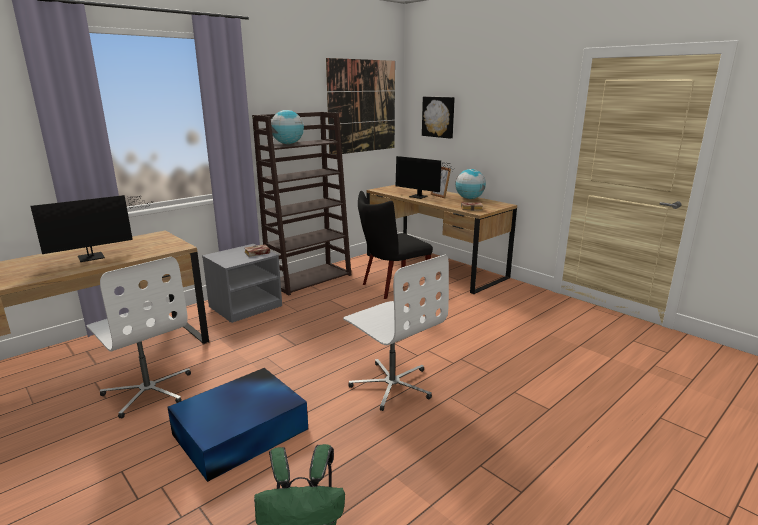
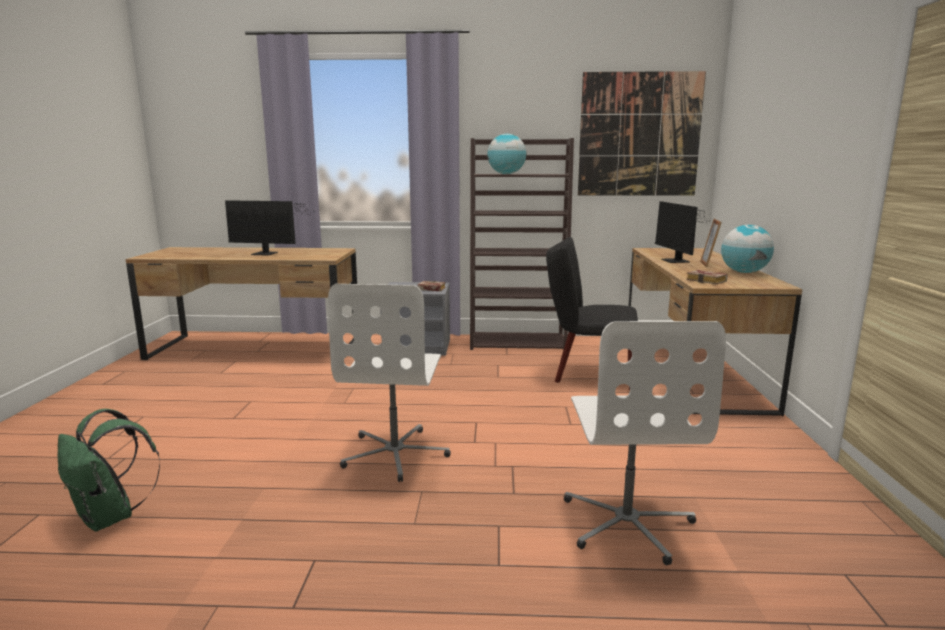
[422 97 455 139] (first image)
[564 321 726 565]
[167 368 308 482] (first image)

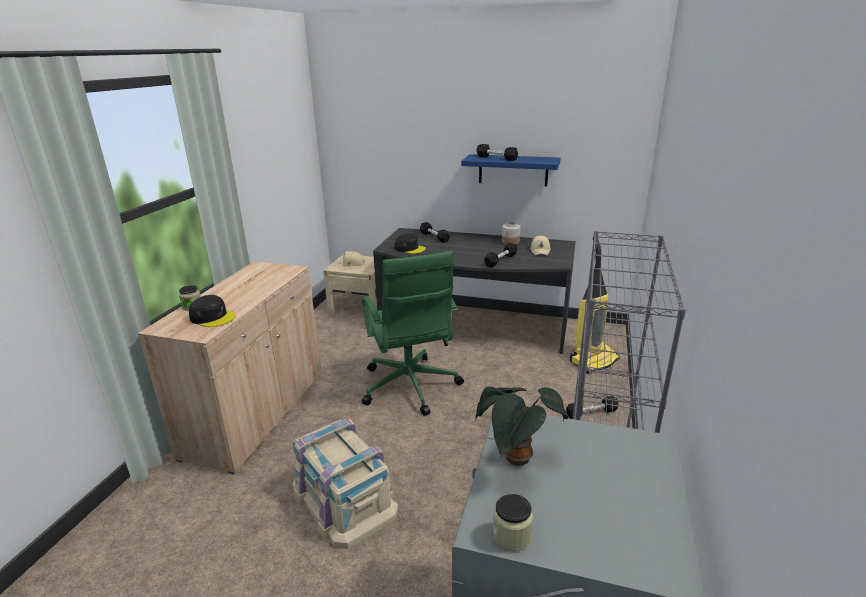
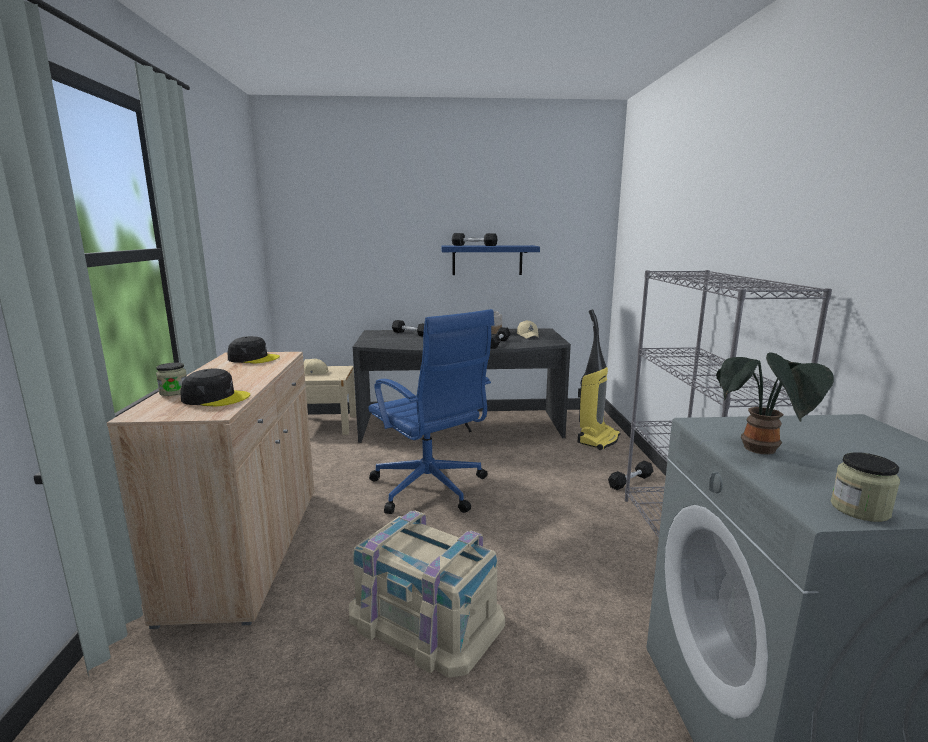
[228 336 280 364]
[369 309 494 514]

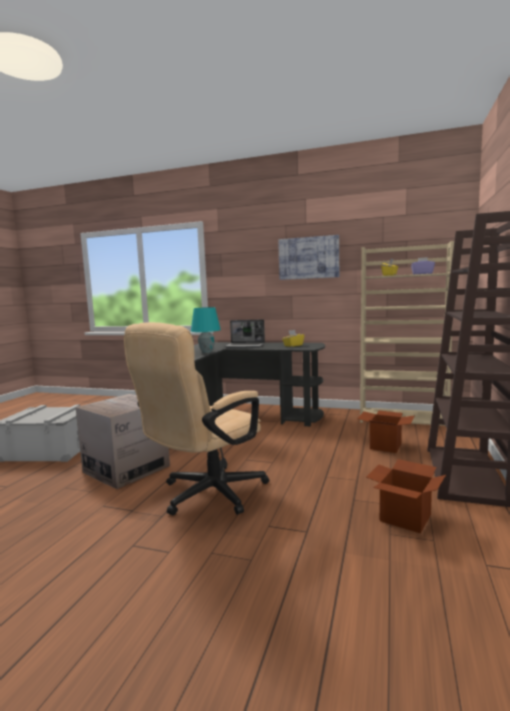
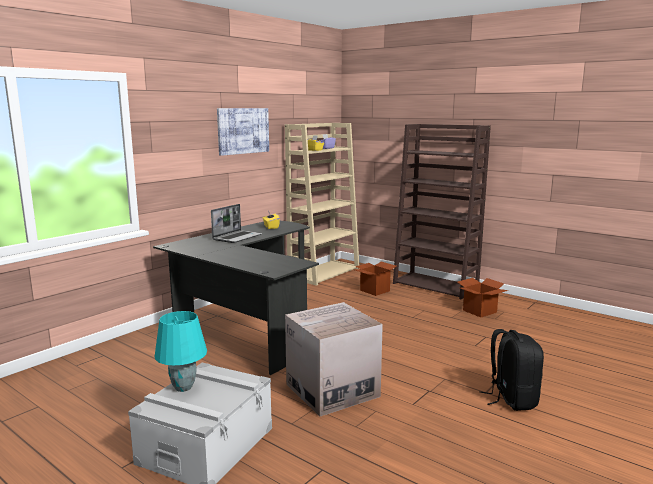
[155 311 207 392]
[124 322 269 515] (first image)
[479 329 544 411]

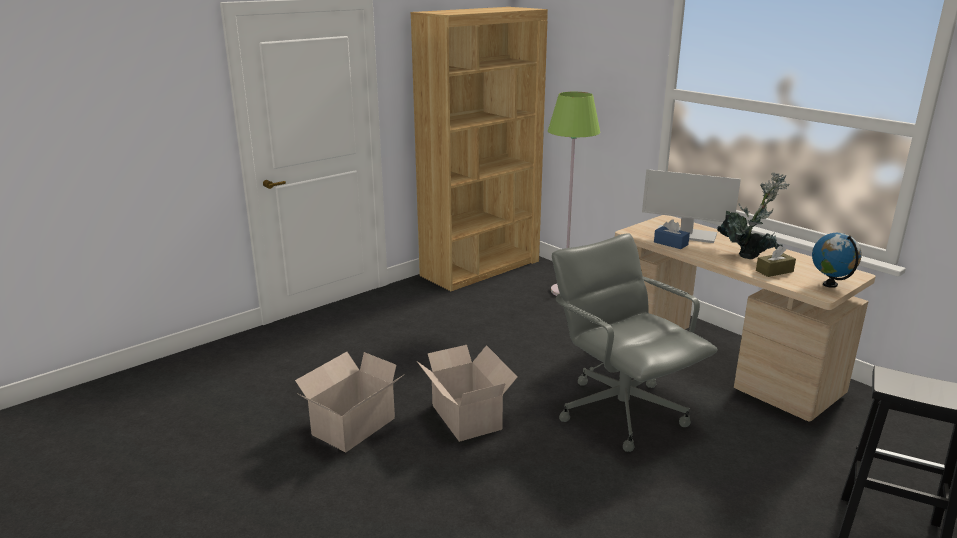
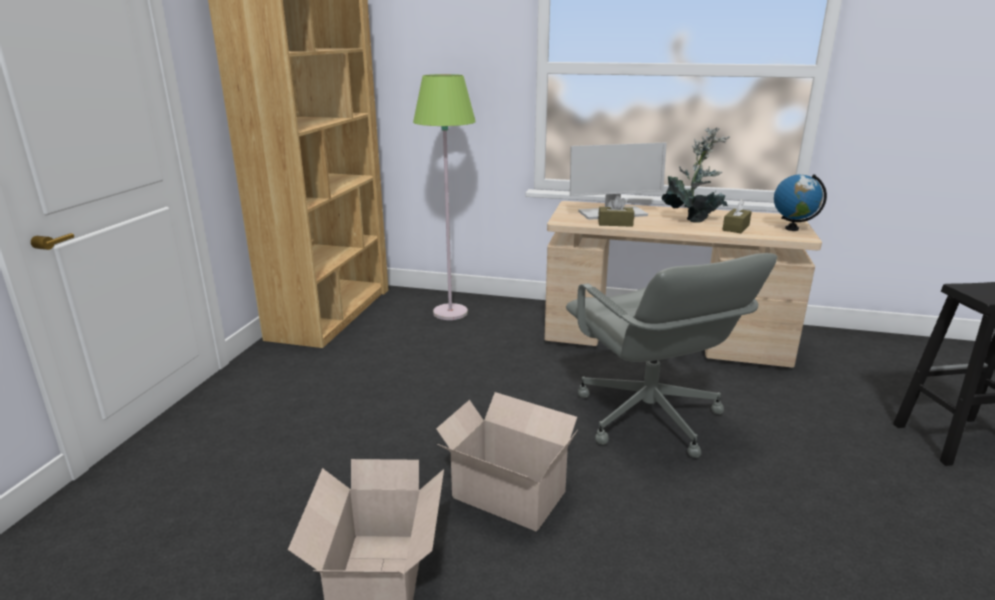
[598 196 634 227]
[566 253 777 458]

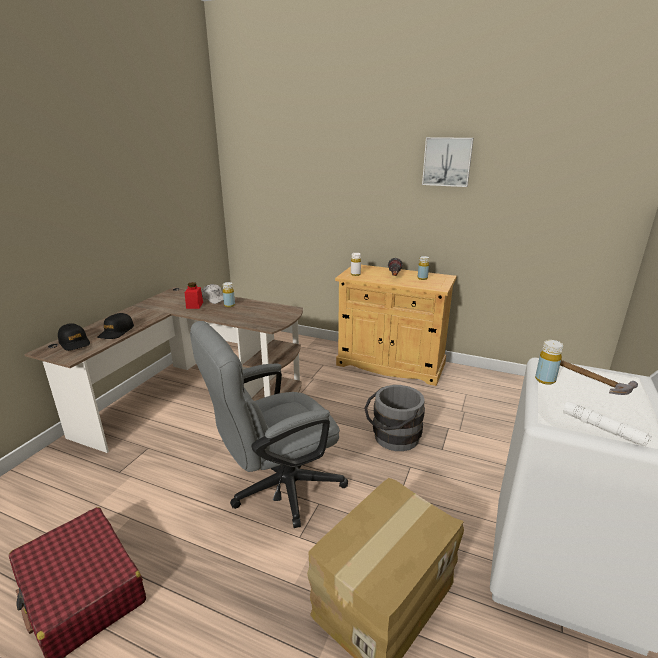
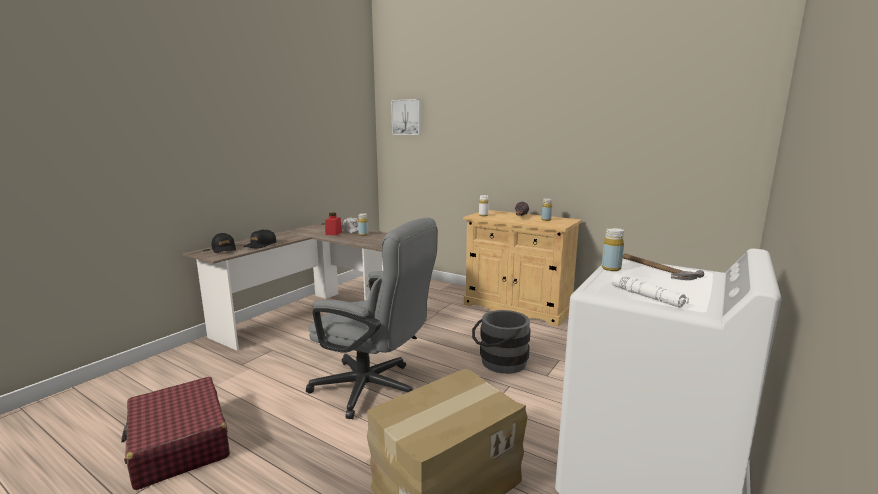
[391 99 421 135]
[306 217 438 419]

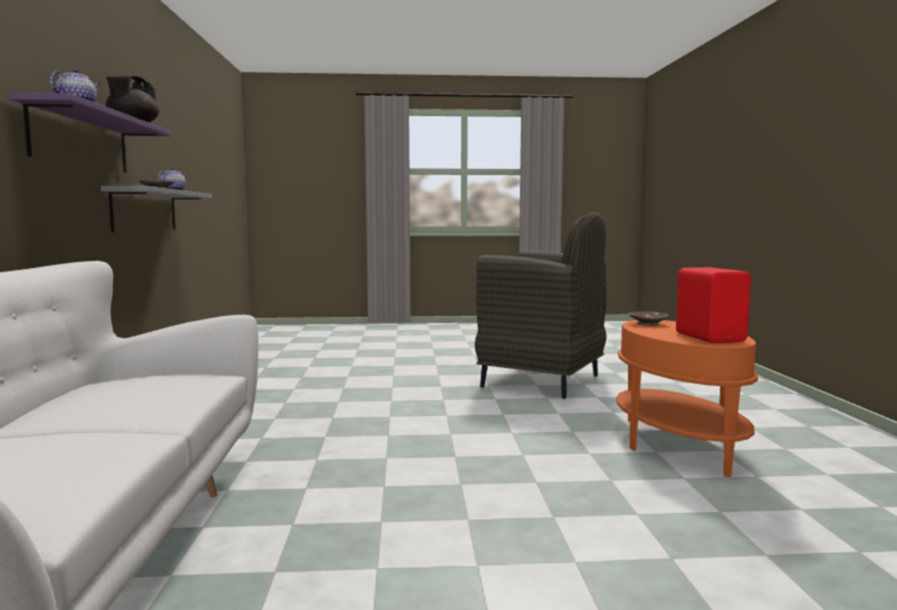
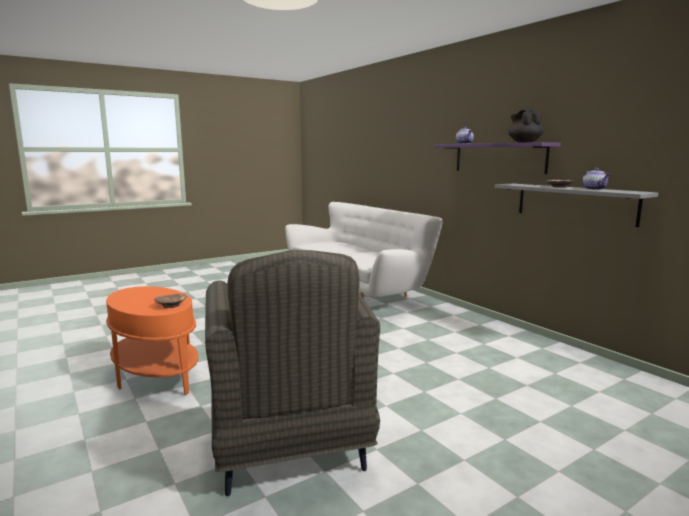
[205 250 380 496]
[676 267 751 343] (first image)

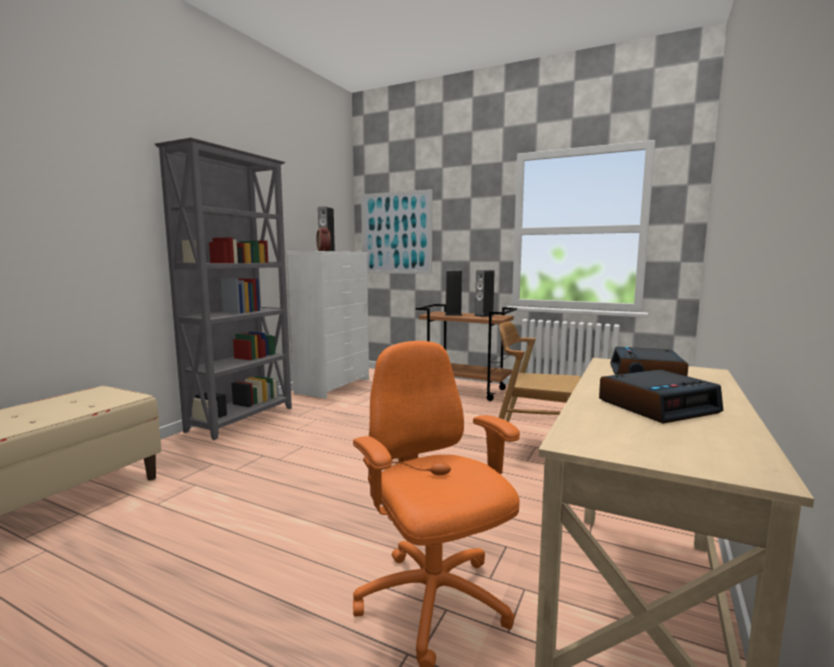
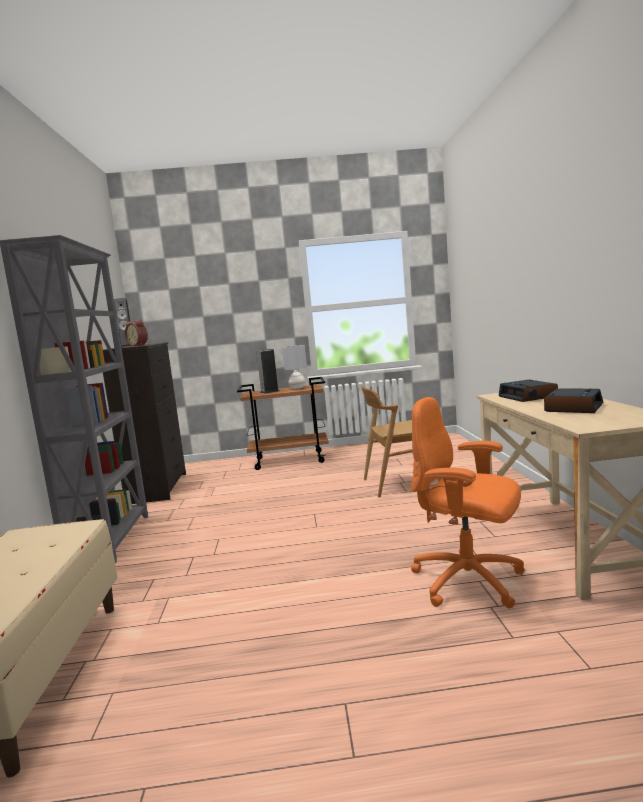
[361 189 432 274] (first image)
[103 342 186 504]
[282 345 307 389]

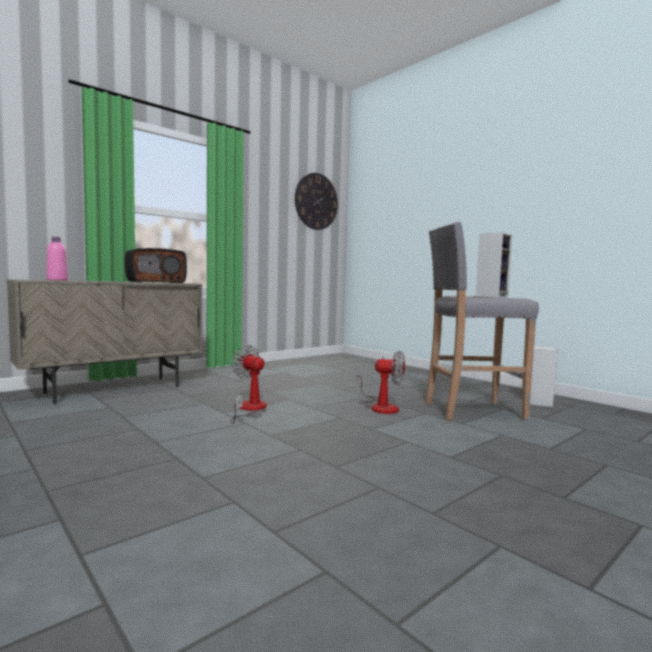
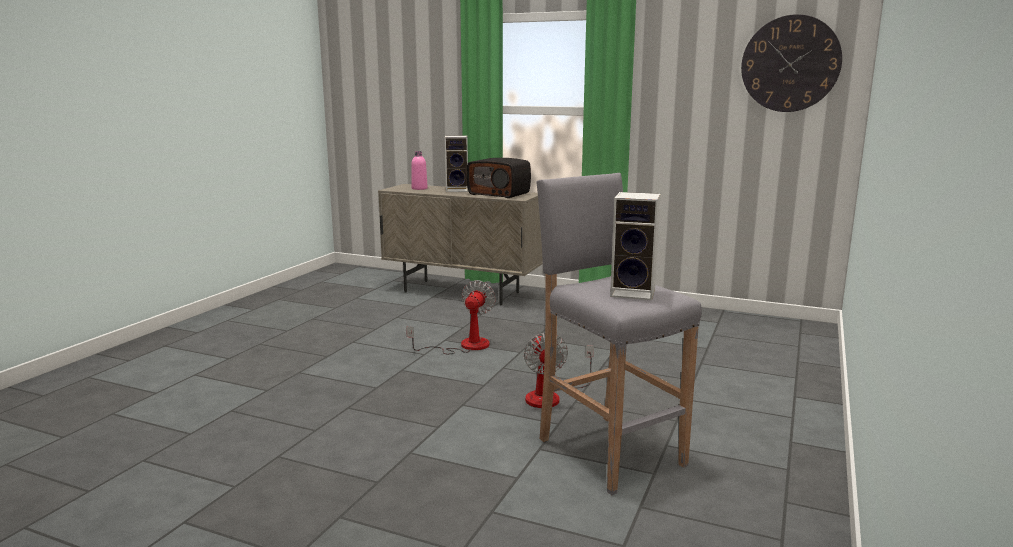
[445 136 468 192]

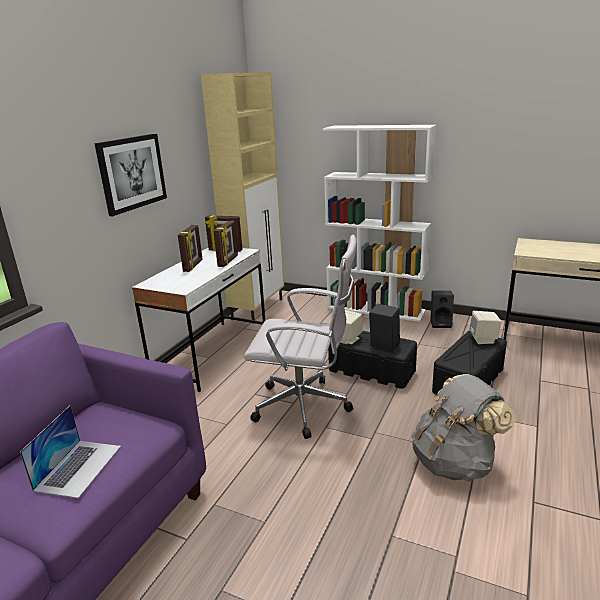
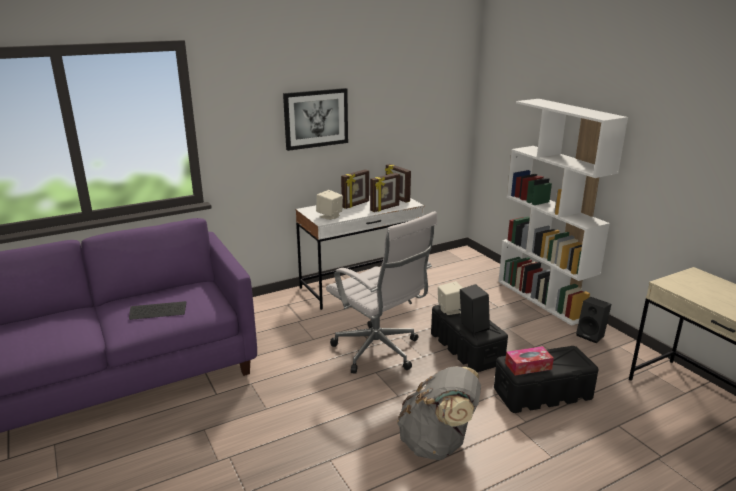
[201 72 284 324] (first image)
[316 190 343 220]
[129 301 186 320]
[505 346 554 375]

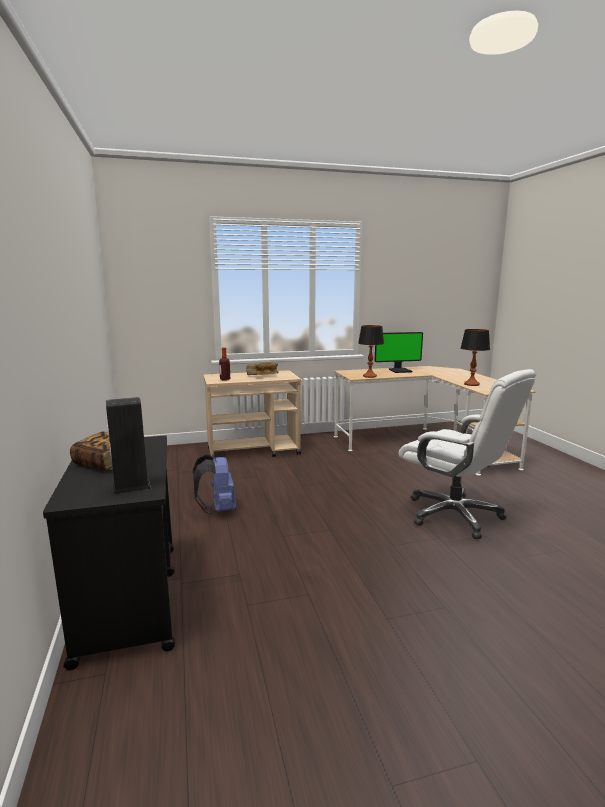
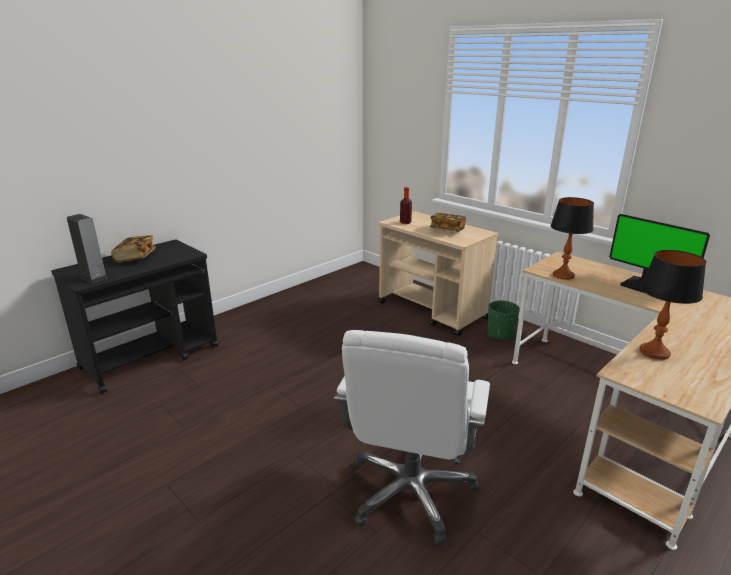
[193 454 236 514] (first image)
[488 300 520 341]

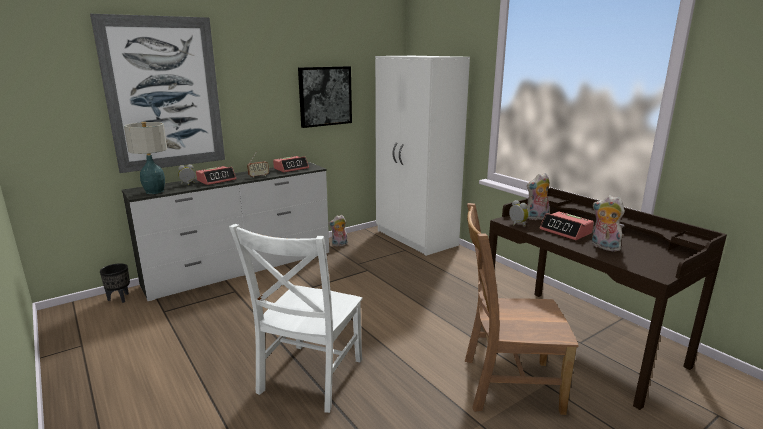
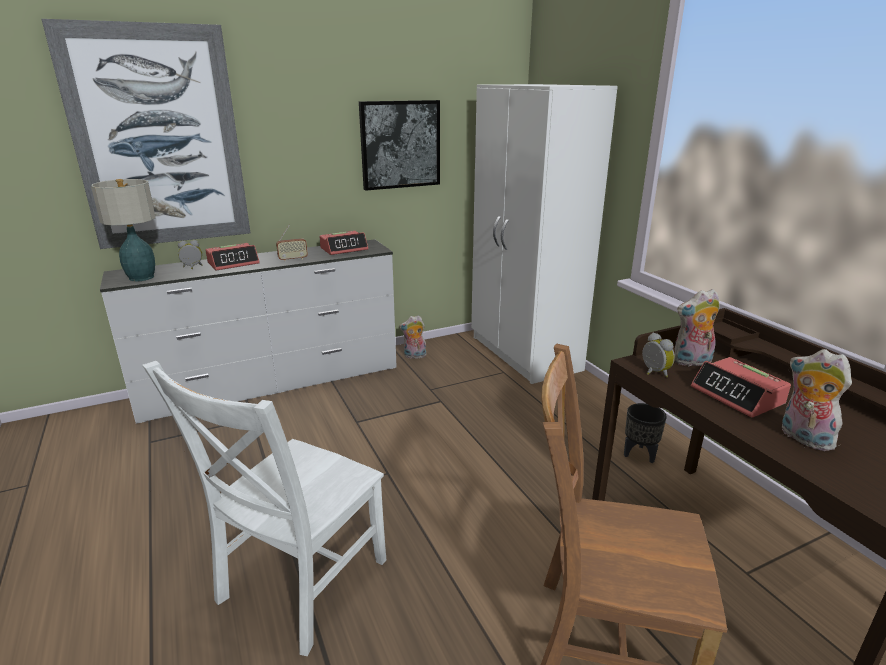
[624 403 667 463]

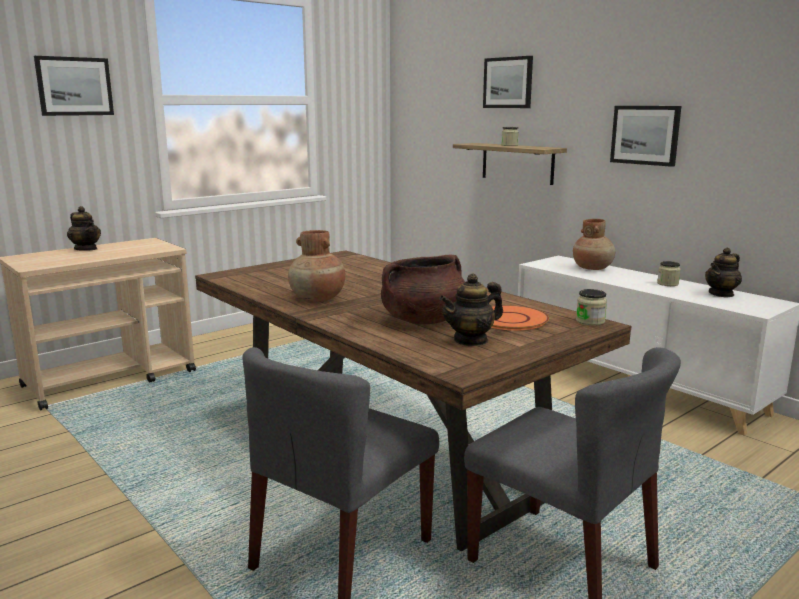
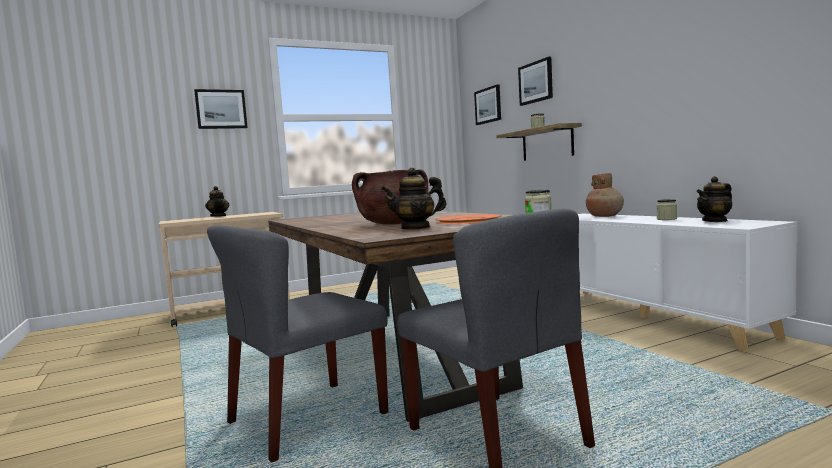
[474 84 501 125]
[288 230 346 302] (first image)

